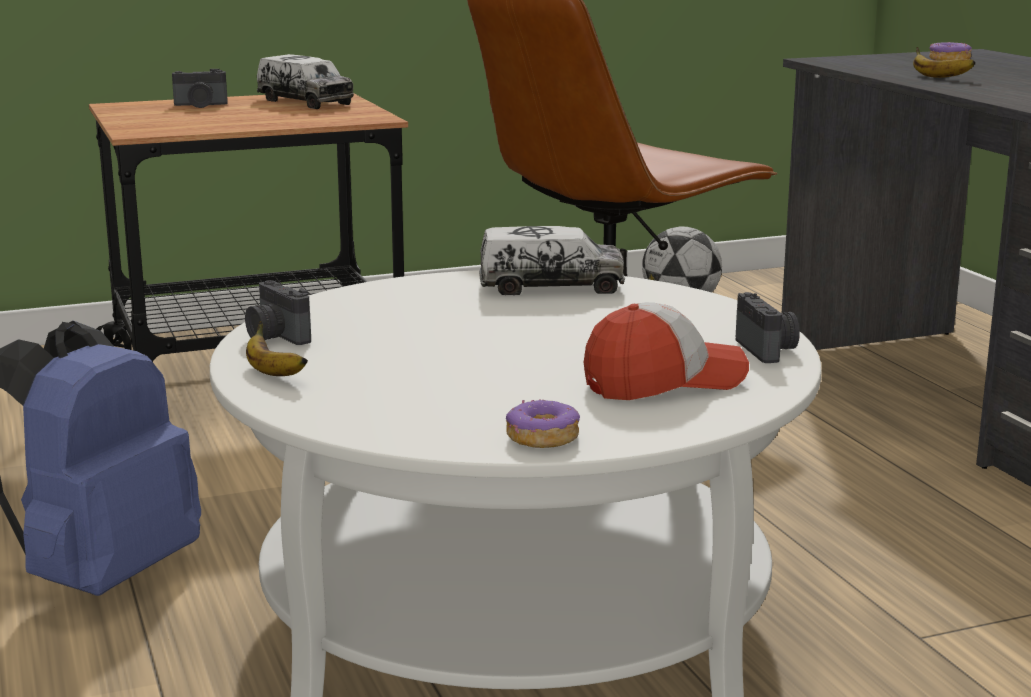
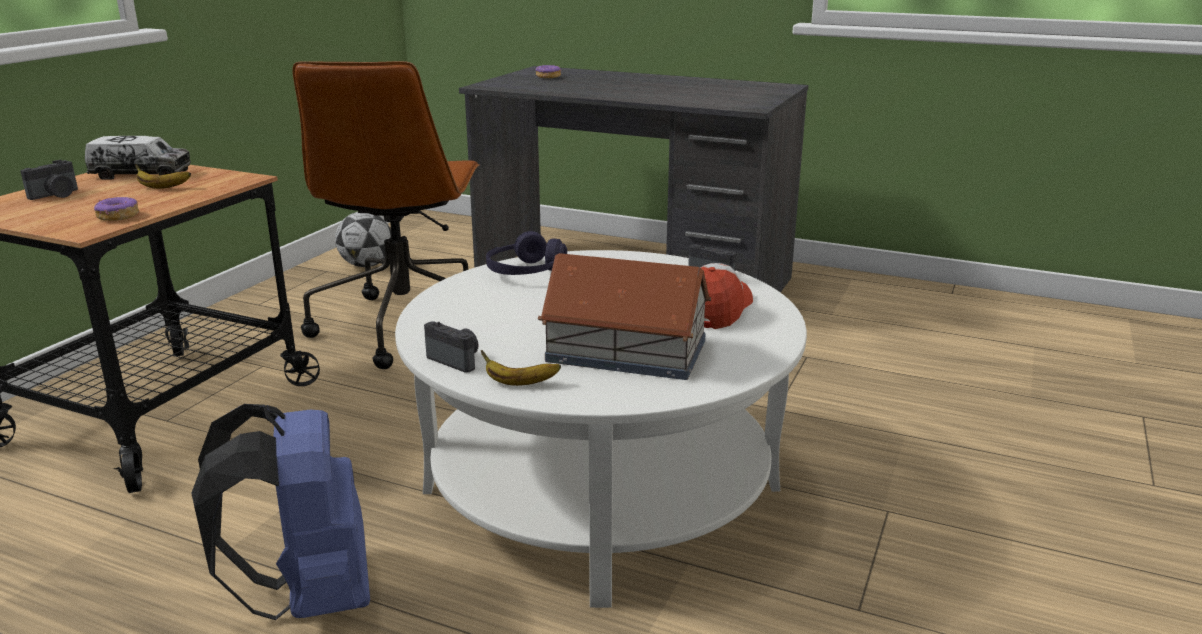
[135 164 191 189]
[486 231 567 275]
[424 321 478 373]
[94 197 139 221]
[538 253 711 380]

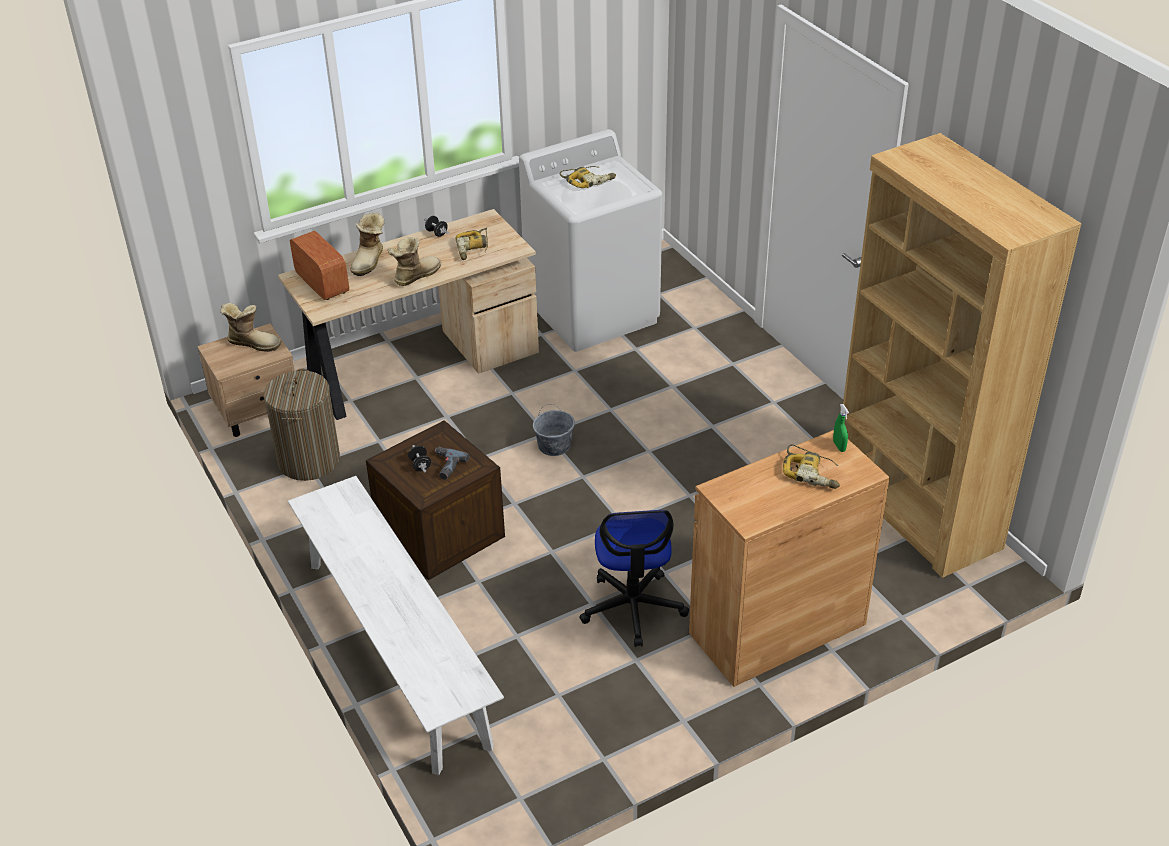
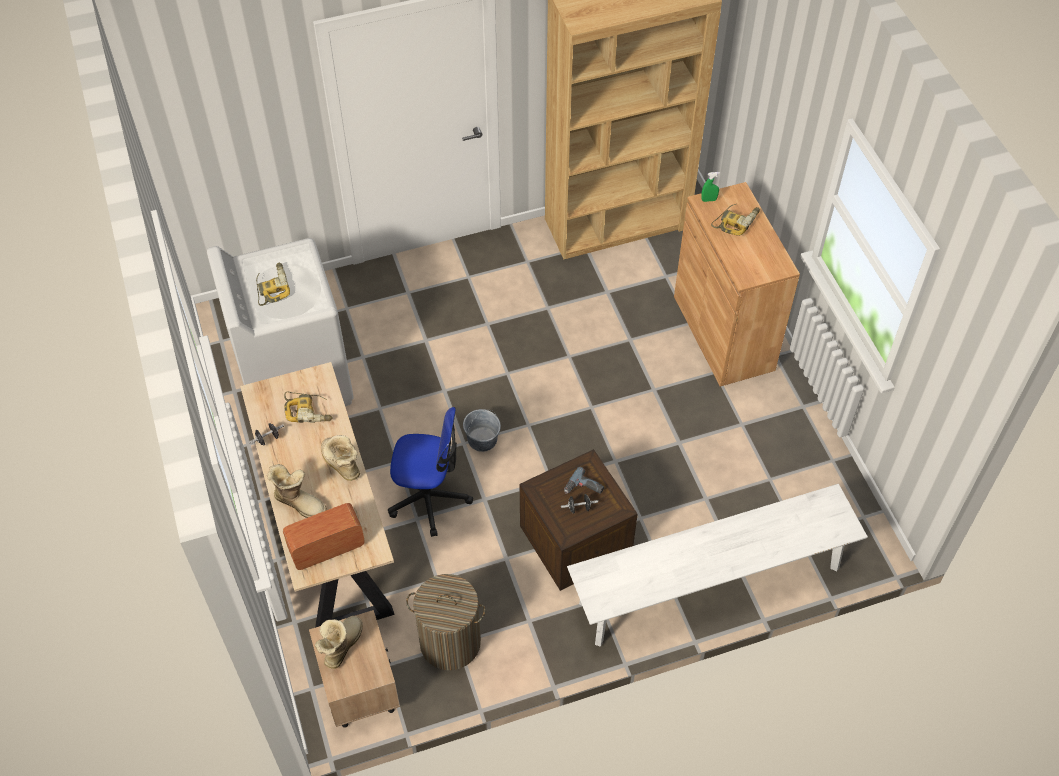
[388 407 473 537]

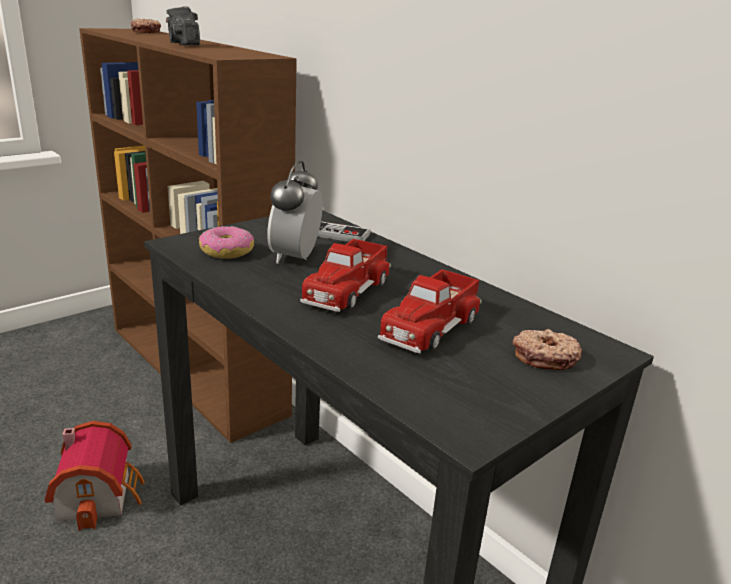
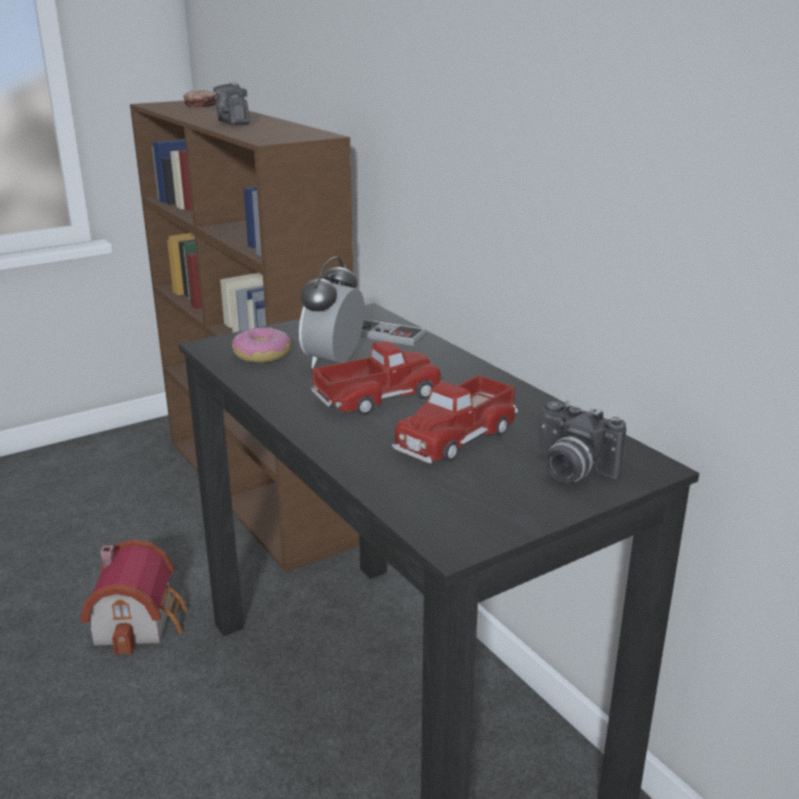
[311 341 441 415]
[539 401 626 483]

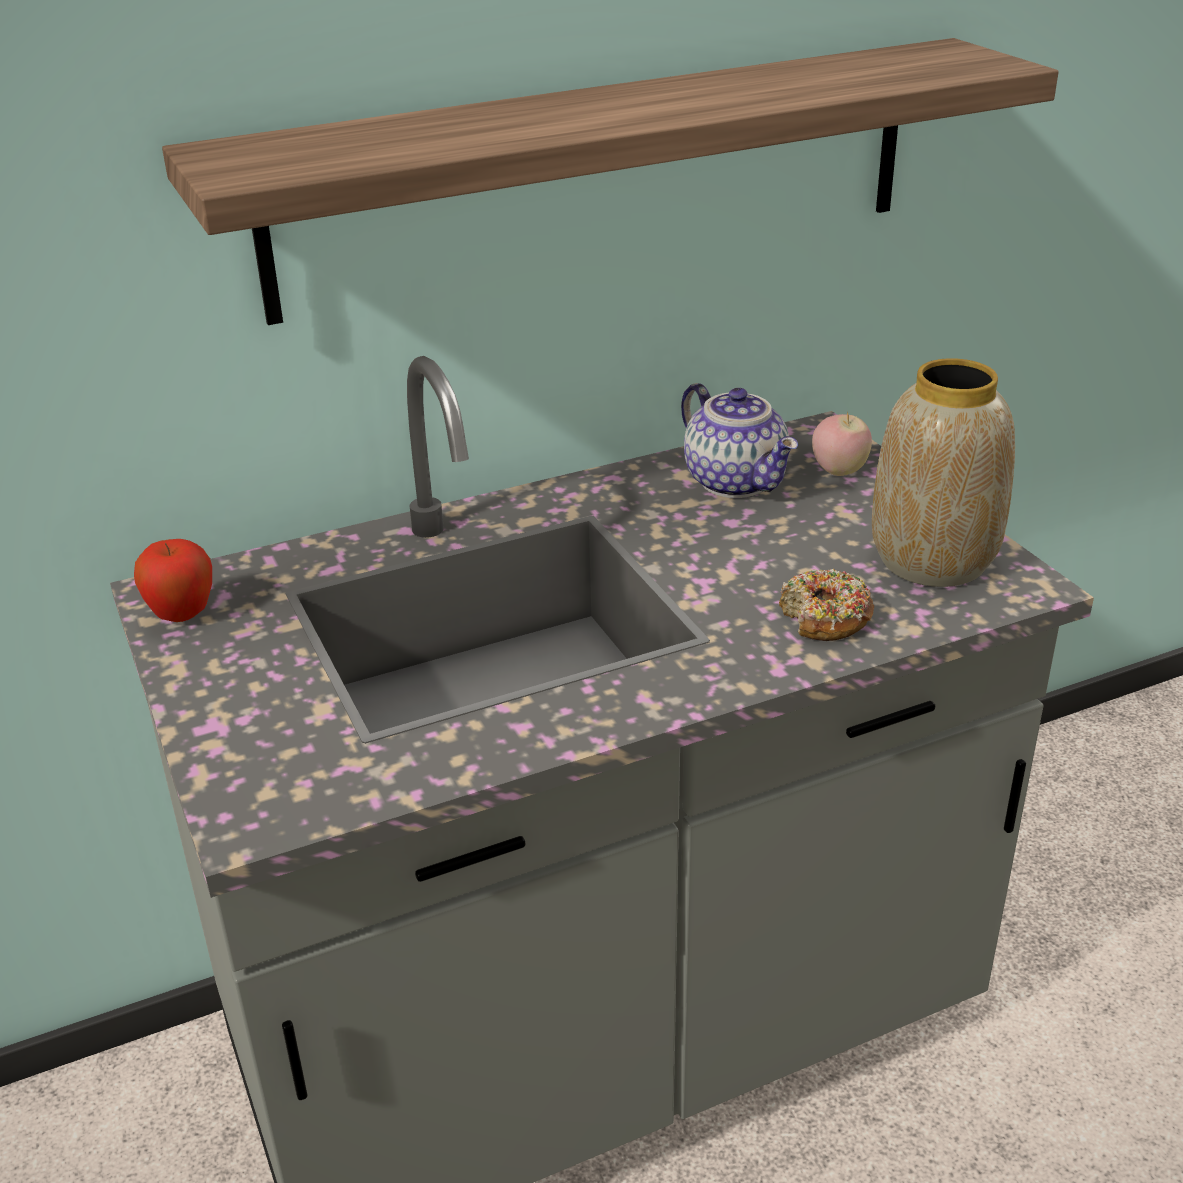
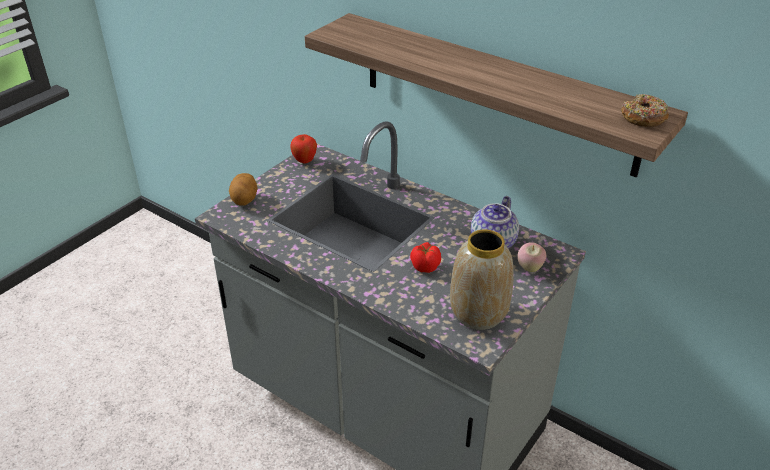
[621 94 669 127]
[229 173 258 206]
[410 242 441 273]

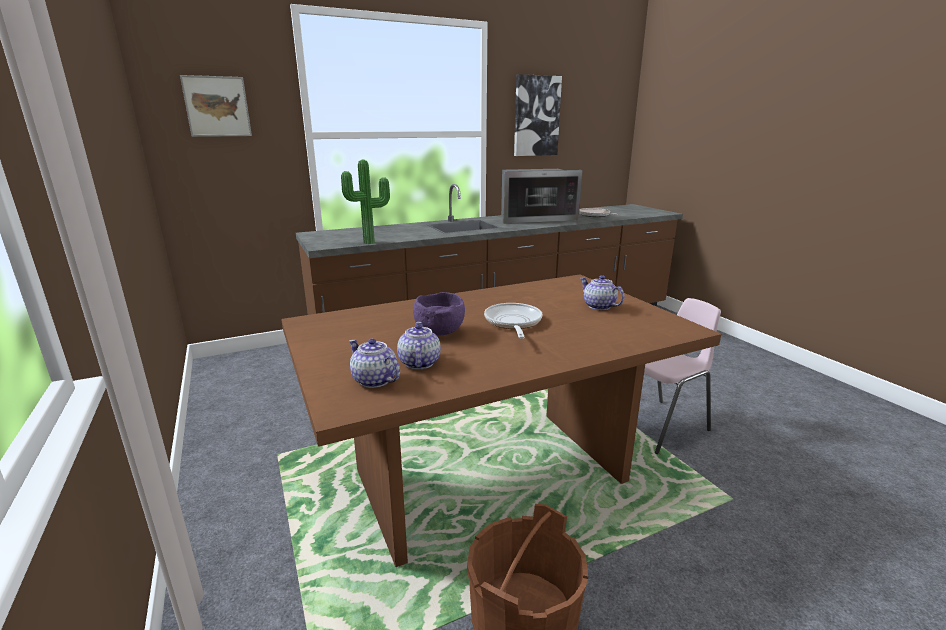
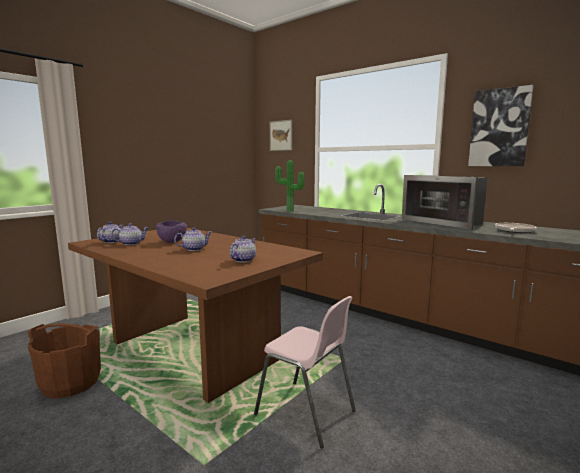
[174 227 211 251]

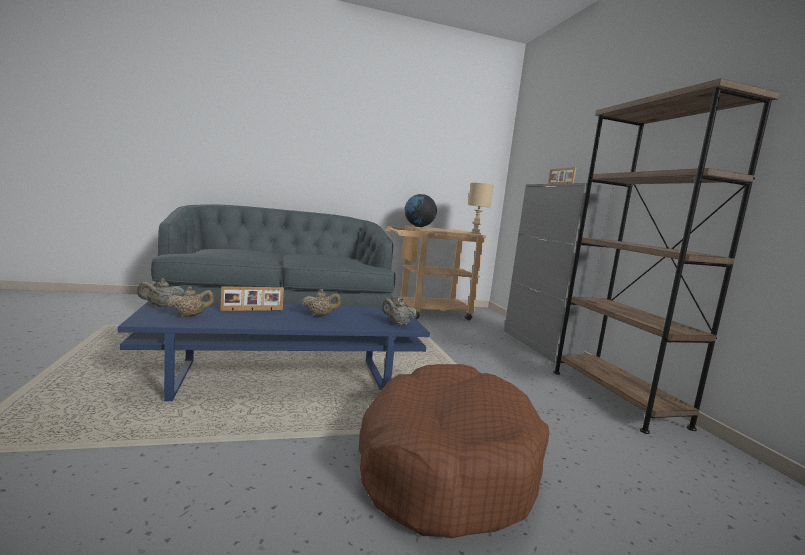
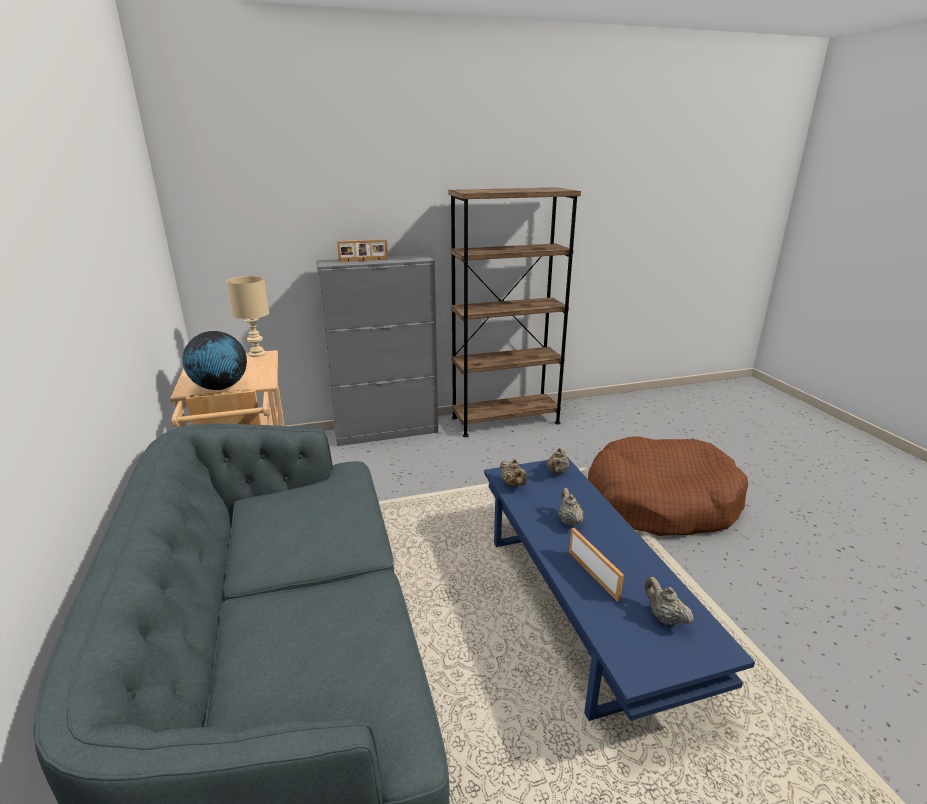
[500 459 527 486]

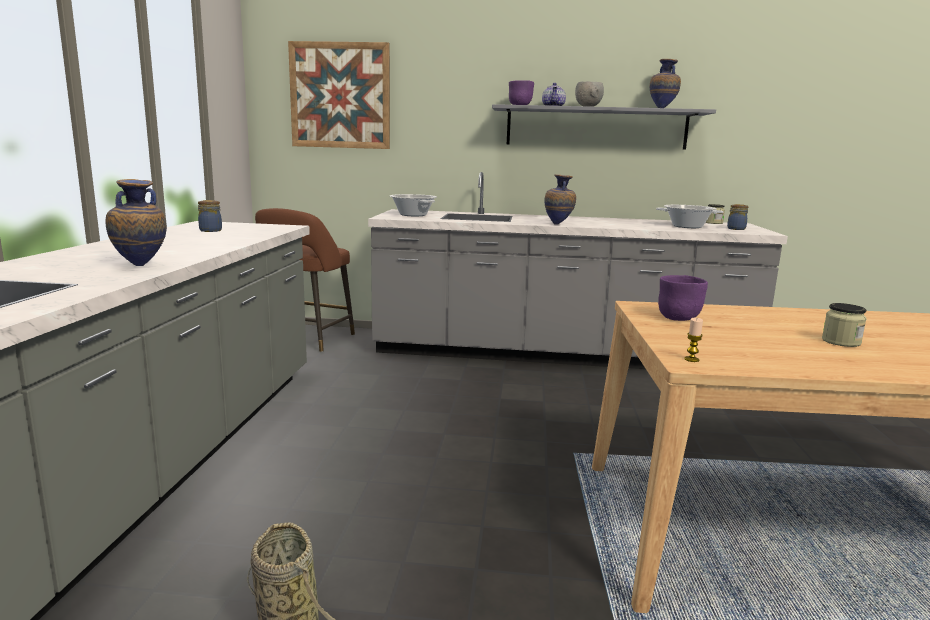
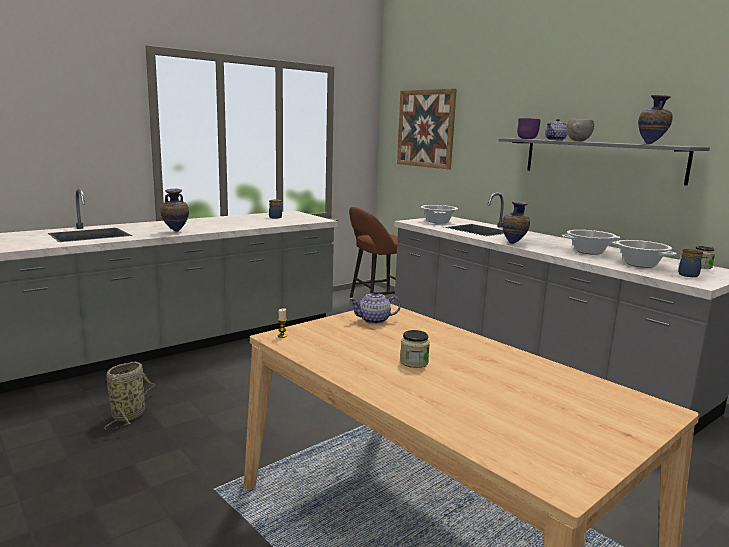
[349 290 401 324]
[561 230 621 255]

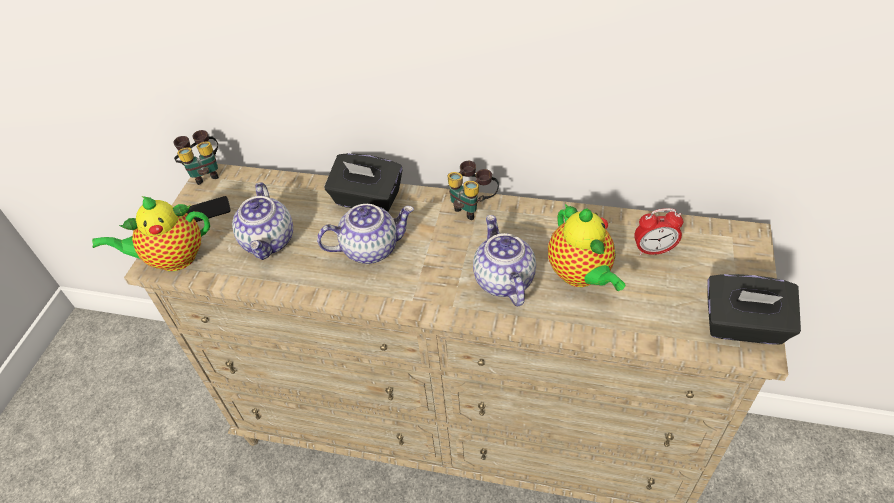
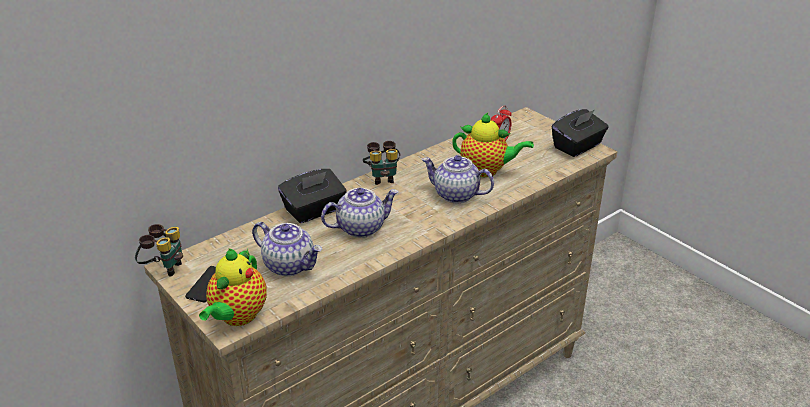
[321 188 398 238]

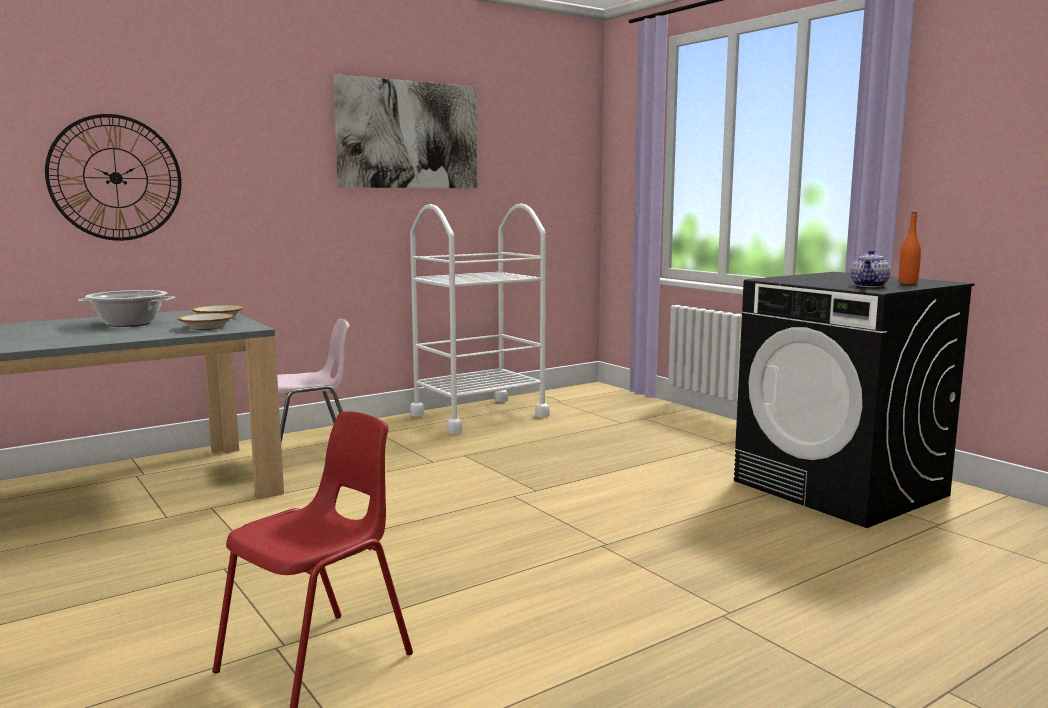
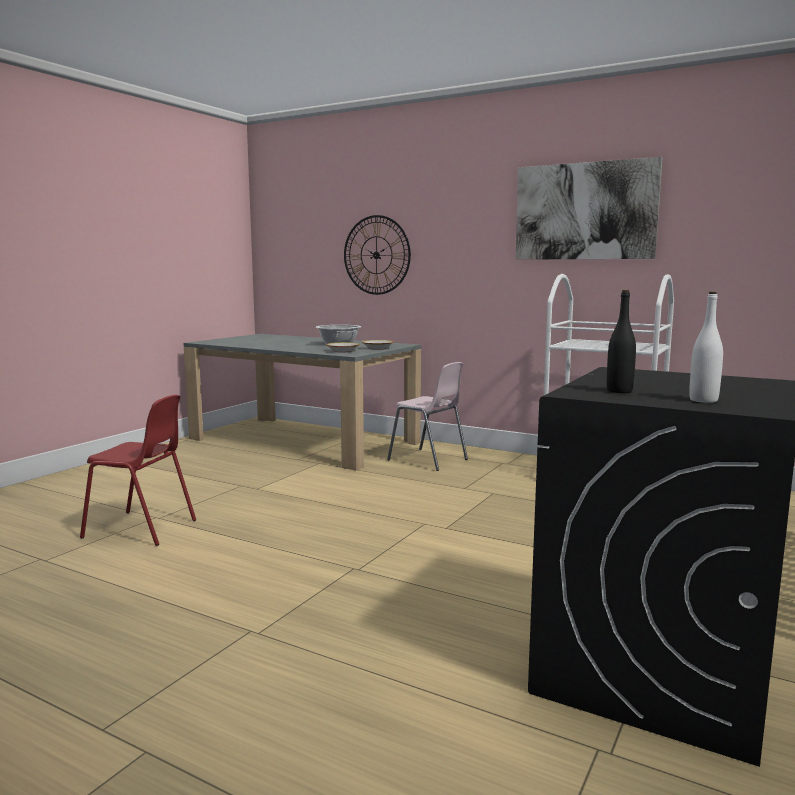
[689 292 723 403]
[607 290 636 393]

